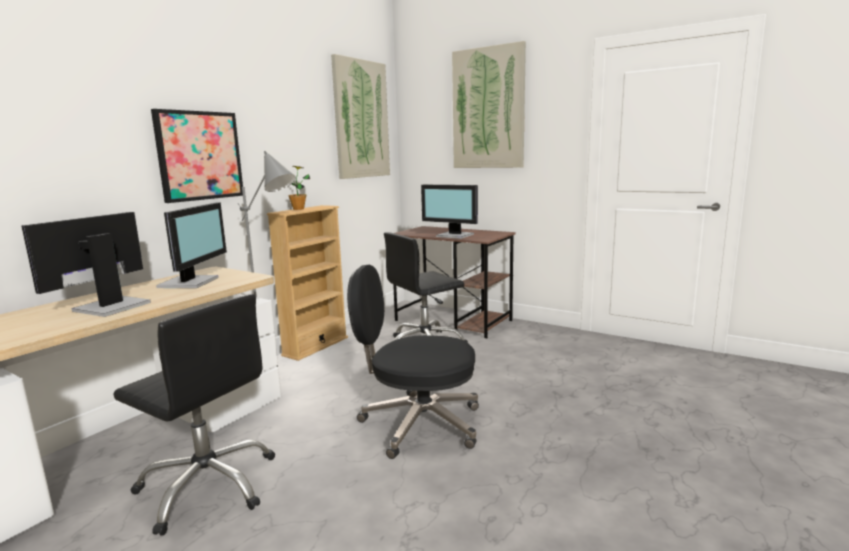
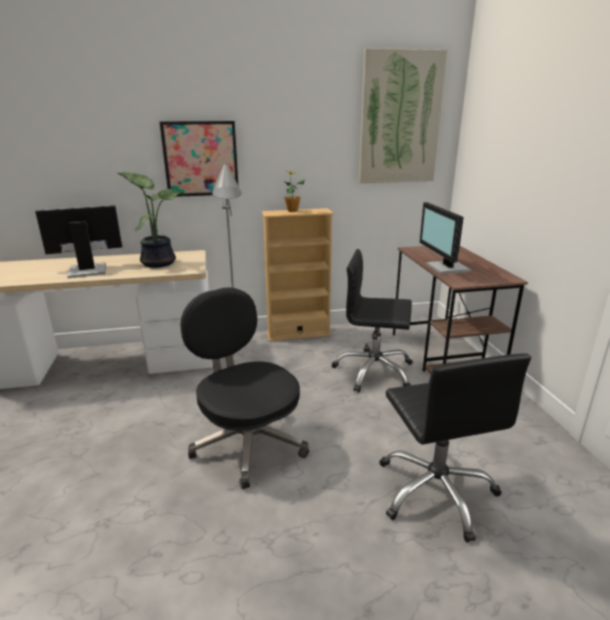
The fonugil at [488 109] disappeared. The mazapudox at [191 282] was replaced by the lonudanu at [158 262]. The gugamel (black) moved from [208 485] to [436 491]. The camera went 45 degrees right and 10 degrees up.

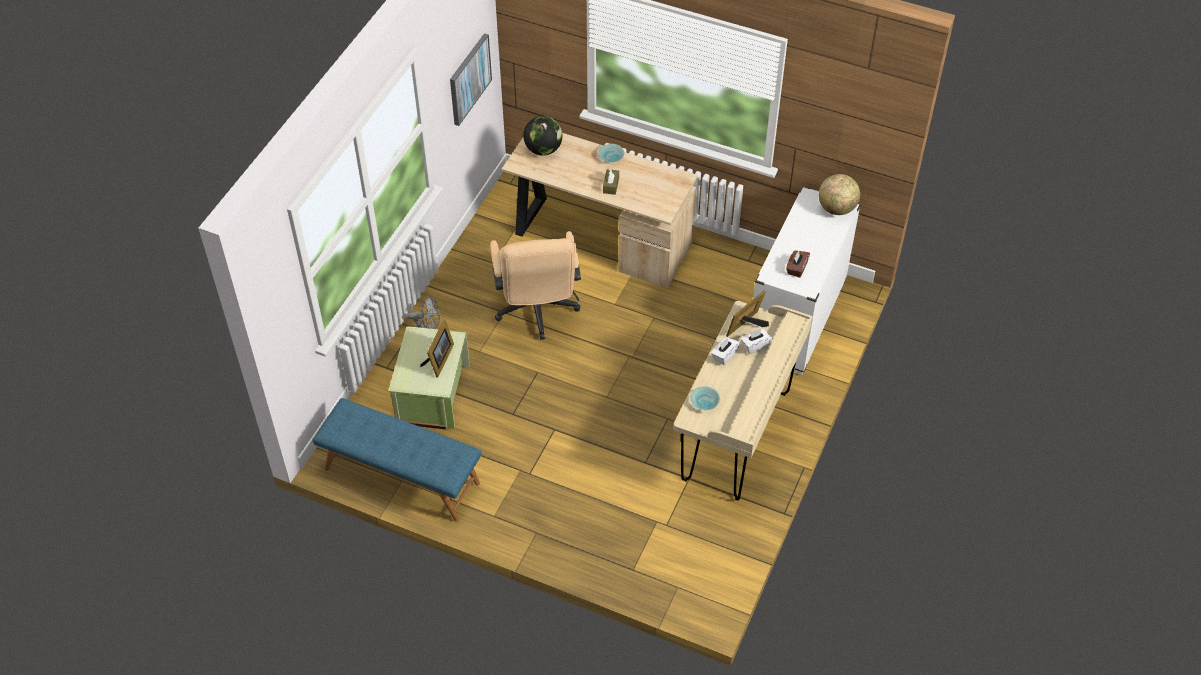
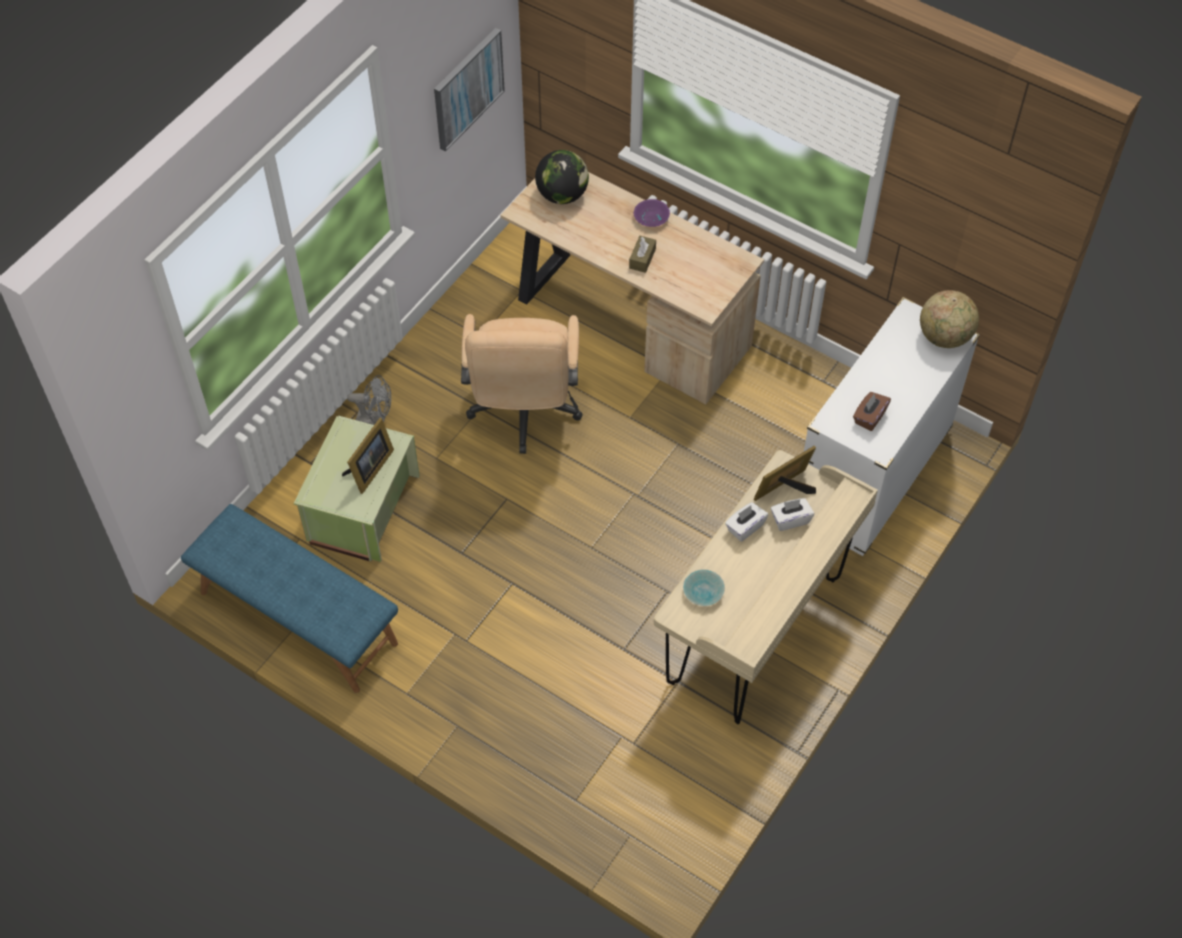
The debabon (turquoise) at [611 157] became the debabon (purple) at [652 219]. The camera went 10 degrees right and 5 degrees up.

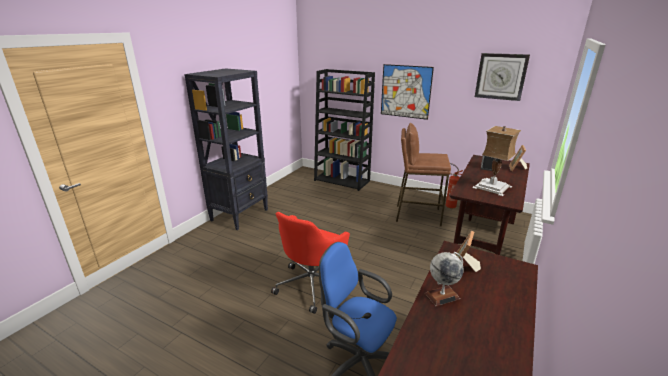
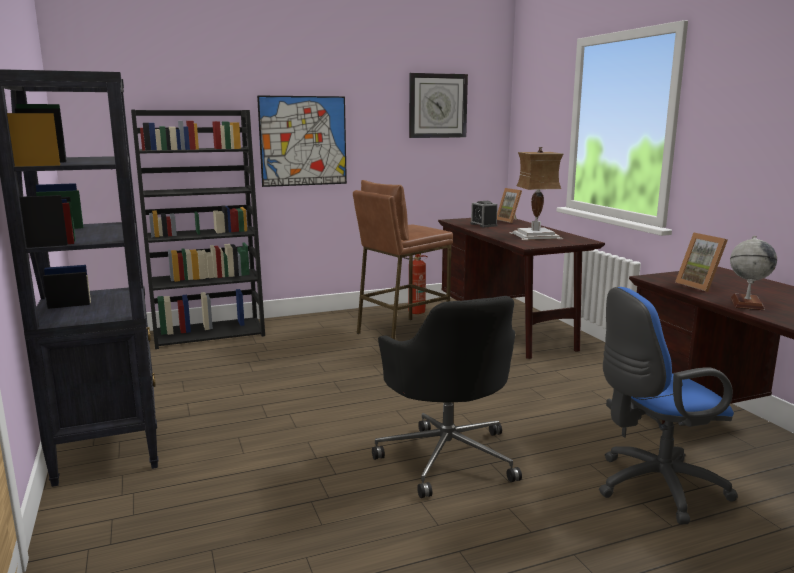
The gugamel (red) at [312 284] became the gugamel (black) at [447 456]. The camera went 50 degrees left and 10 degrees down.

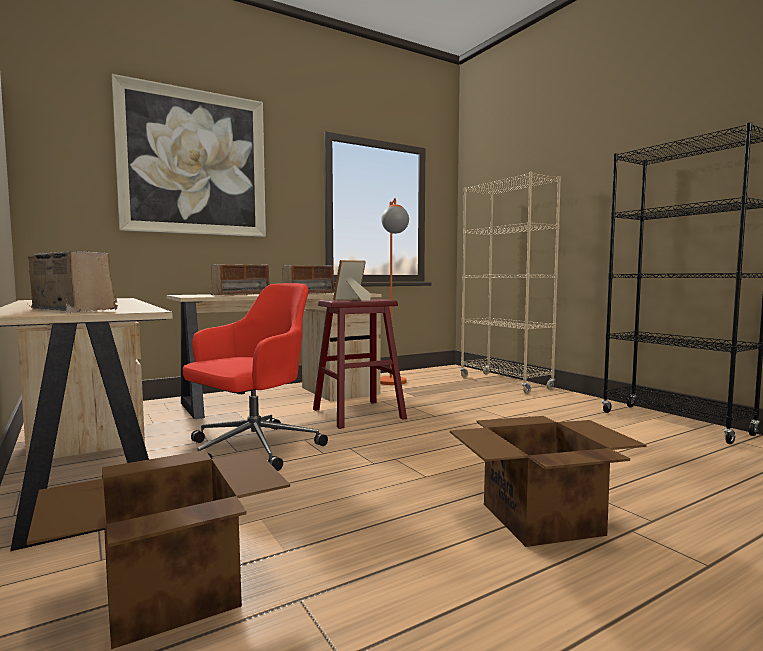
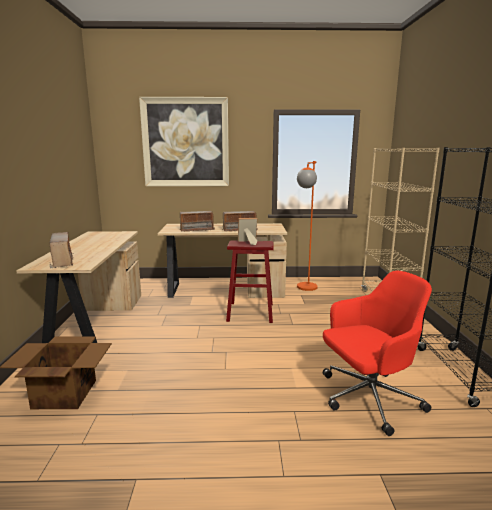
The gugamel (red) moved from [252 449] to [367 398]. The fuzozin at [539 518] disappeared. The camera went 30 degrees right and 10 degrees up.

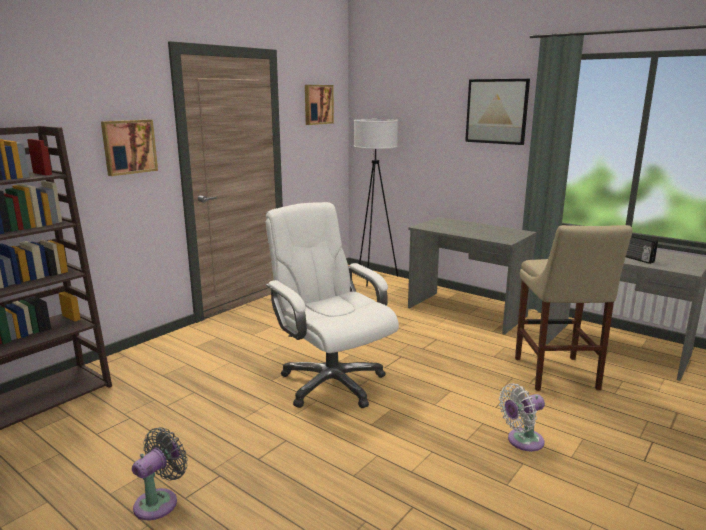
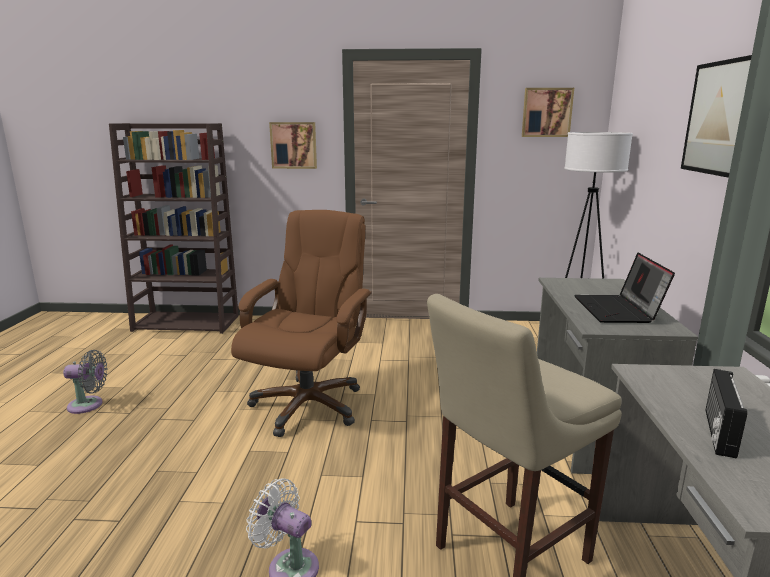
The gugamel (white) at [331 383] became the gugamel (brown) at [308 405]. The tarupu at [618 310] appeared. The camera went 55 degrees right and 0 degrees up.

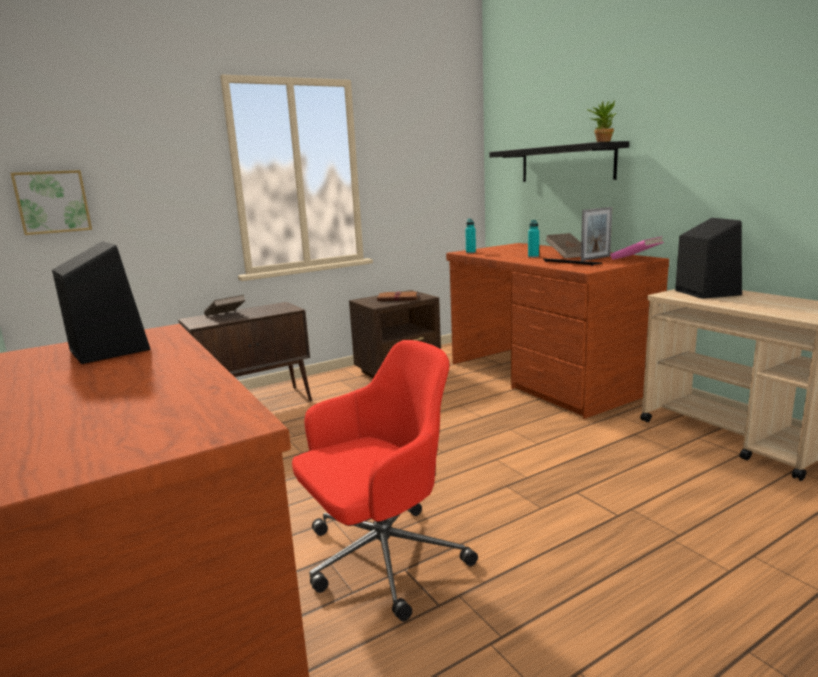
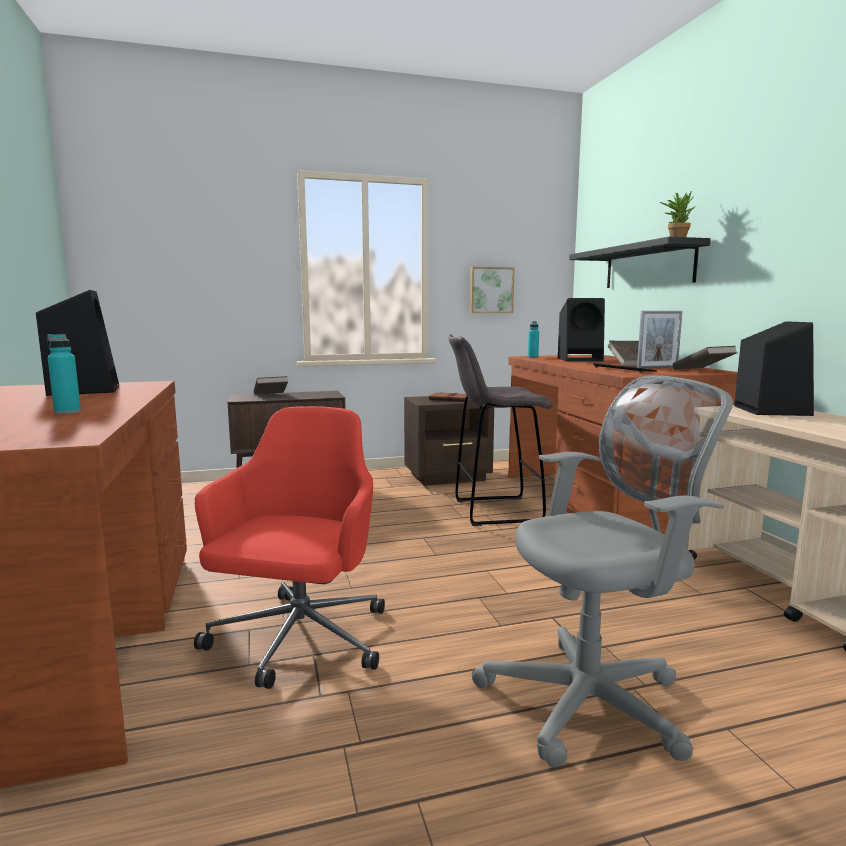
The fonugil moved from [52 202] to [491 290]. The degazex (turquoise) moved from [533 256] to [67 412]. The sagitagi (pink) at [636 259] became the sagitagi (brown) at [702 371]. The gugamel (red) at [381 559] turned 60 degrees counterclockwise. The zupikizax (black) at [581 359] appeared. The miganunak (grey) at [494 511] appeared. The gugamel (grey) at [593 701] appeared. The camera went 15 degrees right and 5 degrees down.

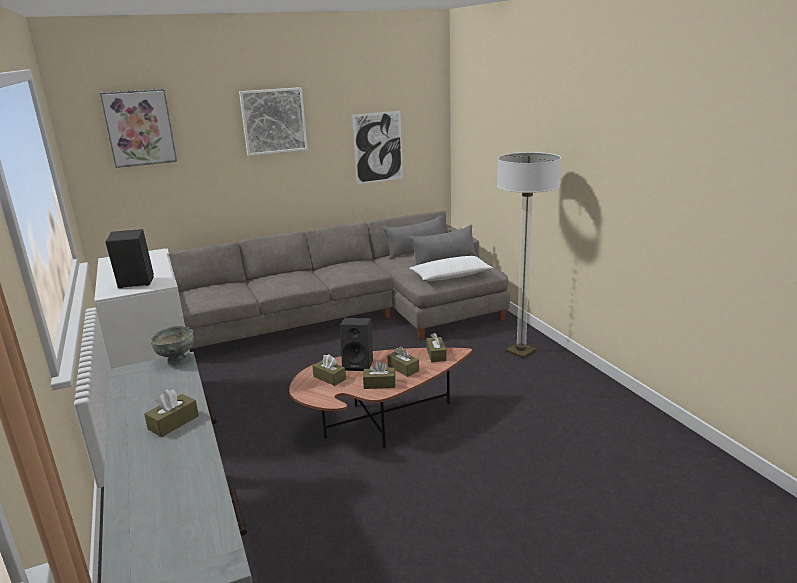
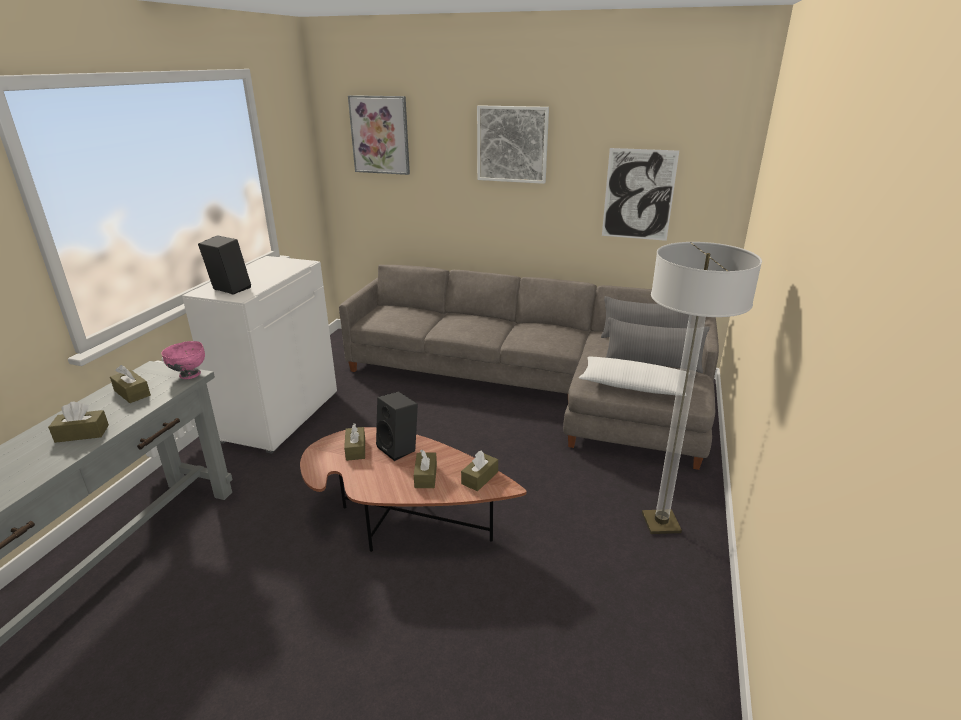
The debabon (grey) at [177 360] became the debabon (pink) at [189 375]. The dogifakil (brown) moved from [379 384] to [132 393]. The camera went 40 degrees right and 5 degrees up.

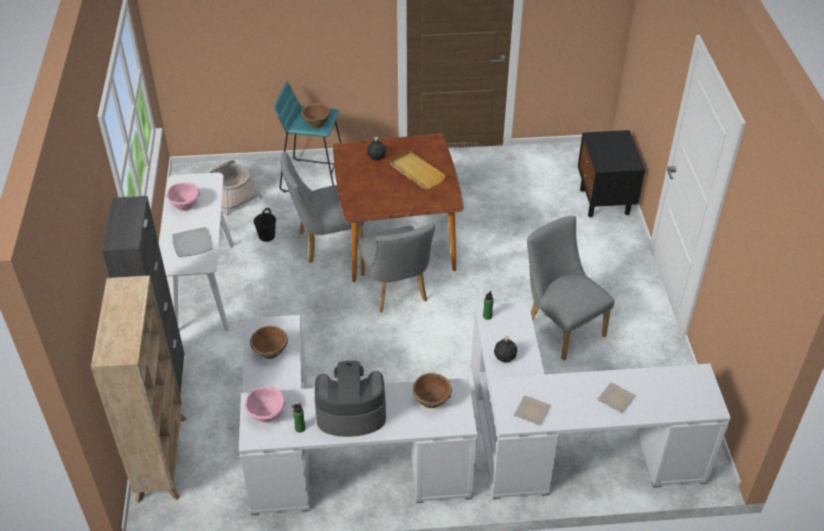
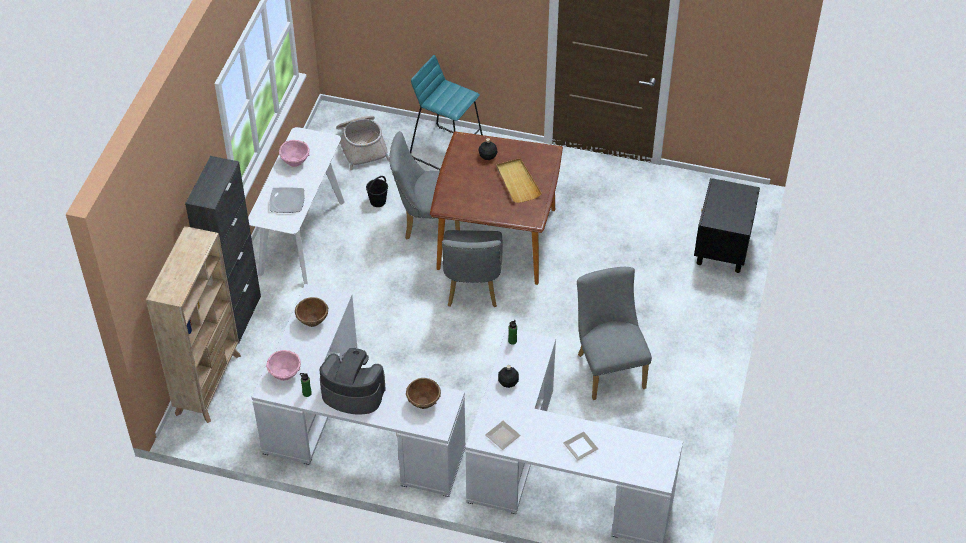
The debabon (brown) at [316 124] disappeared. The camera went 20 degrees right and 5 degrees up.

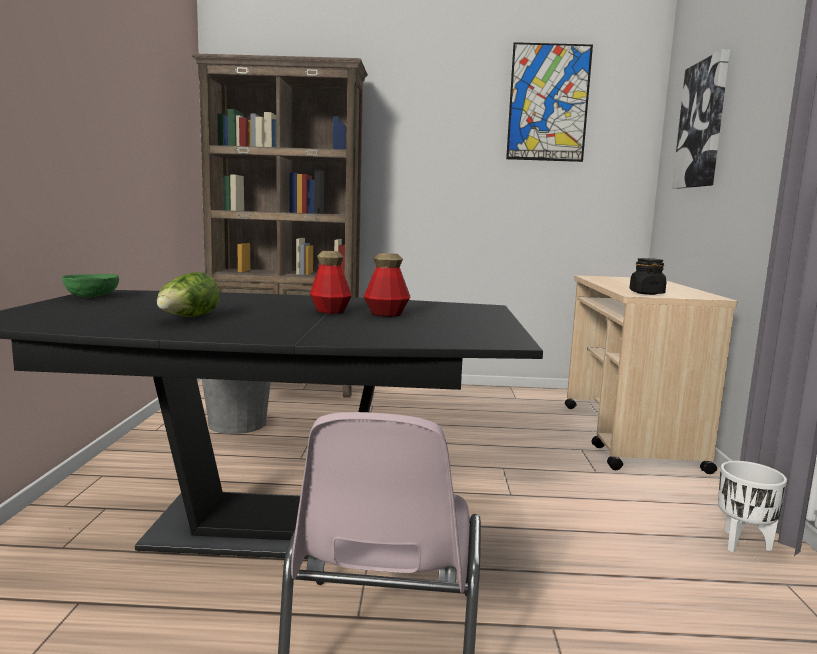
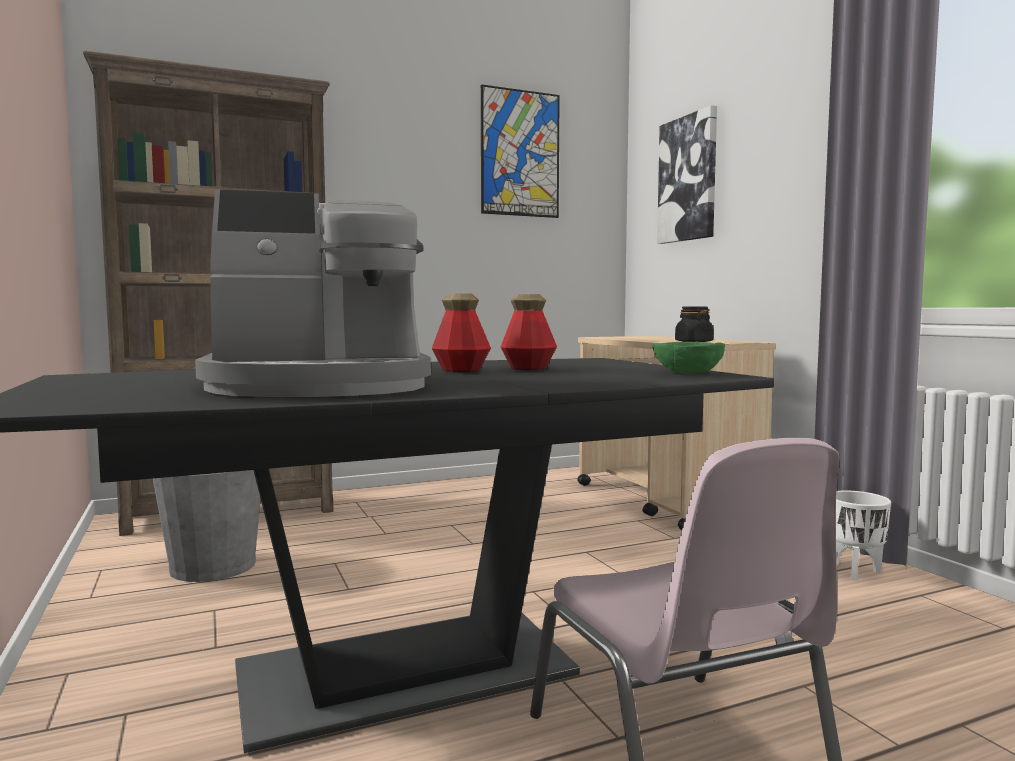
The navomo at [188 318] was replaced by the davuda at [321 385]. The debabon (green) moved from [92 297] to [688 373]. The camera went 25 degrees left and 5 degrees down.

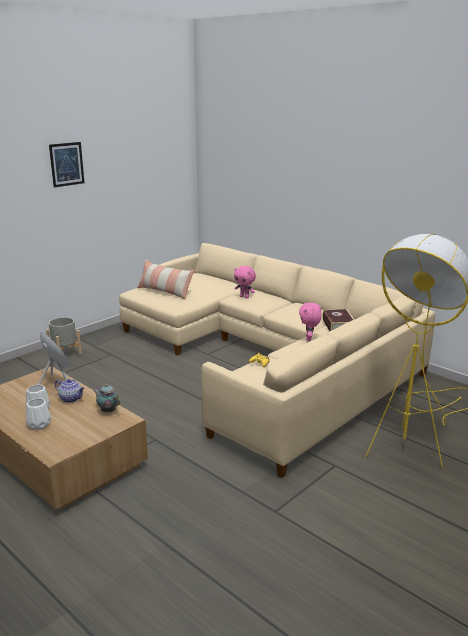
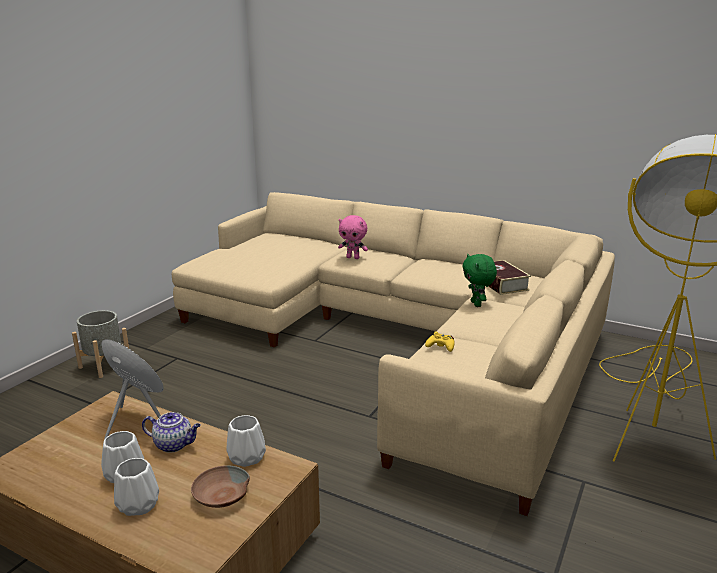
The fonugil at [66 164] disappeared. The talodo at [165 292] disappeared. The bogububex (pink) at [309 339] became the bogububex (green) at [477 304]. The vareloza at [108 411] was replaced by the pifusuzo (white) at [247 457]. The debabon (brown) at [221 496] appeared. The camera went 15 degrees left and 0 degrees up.

